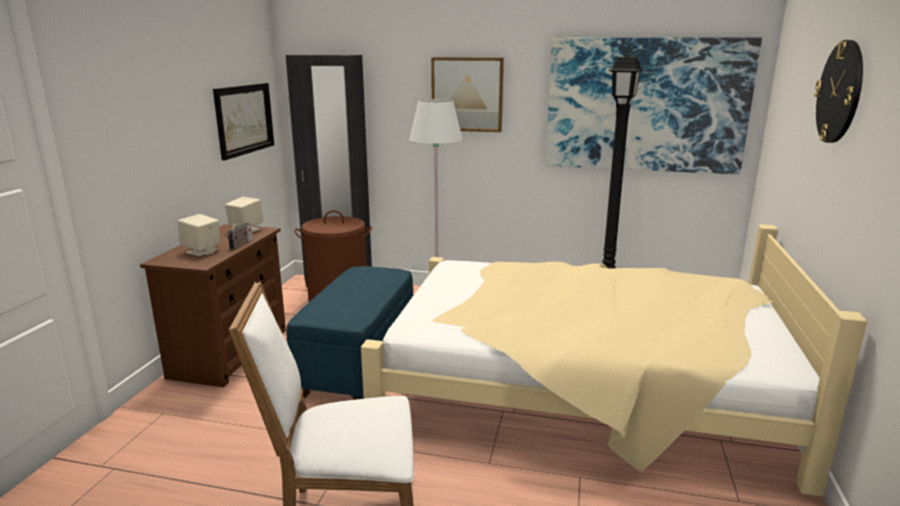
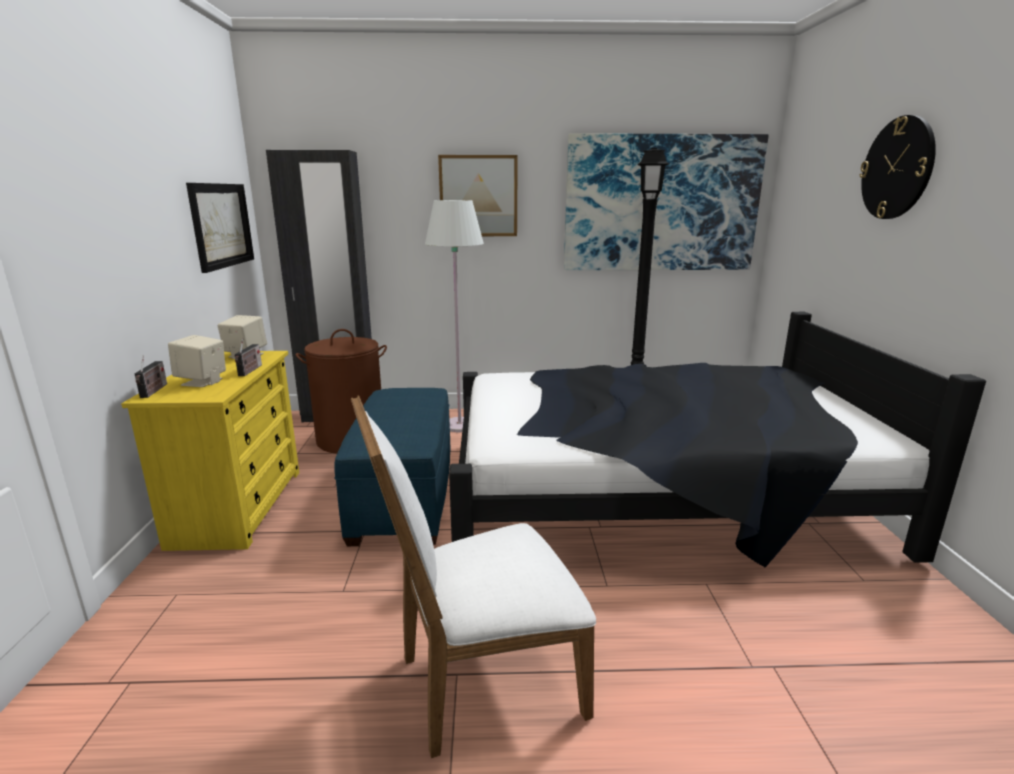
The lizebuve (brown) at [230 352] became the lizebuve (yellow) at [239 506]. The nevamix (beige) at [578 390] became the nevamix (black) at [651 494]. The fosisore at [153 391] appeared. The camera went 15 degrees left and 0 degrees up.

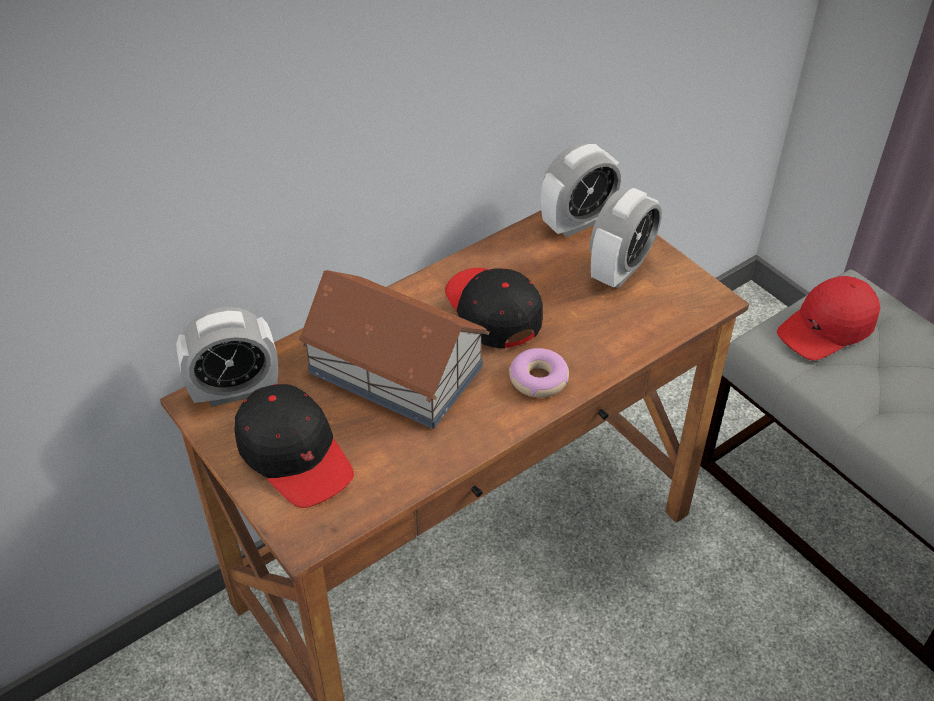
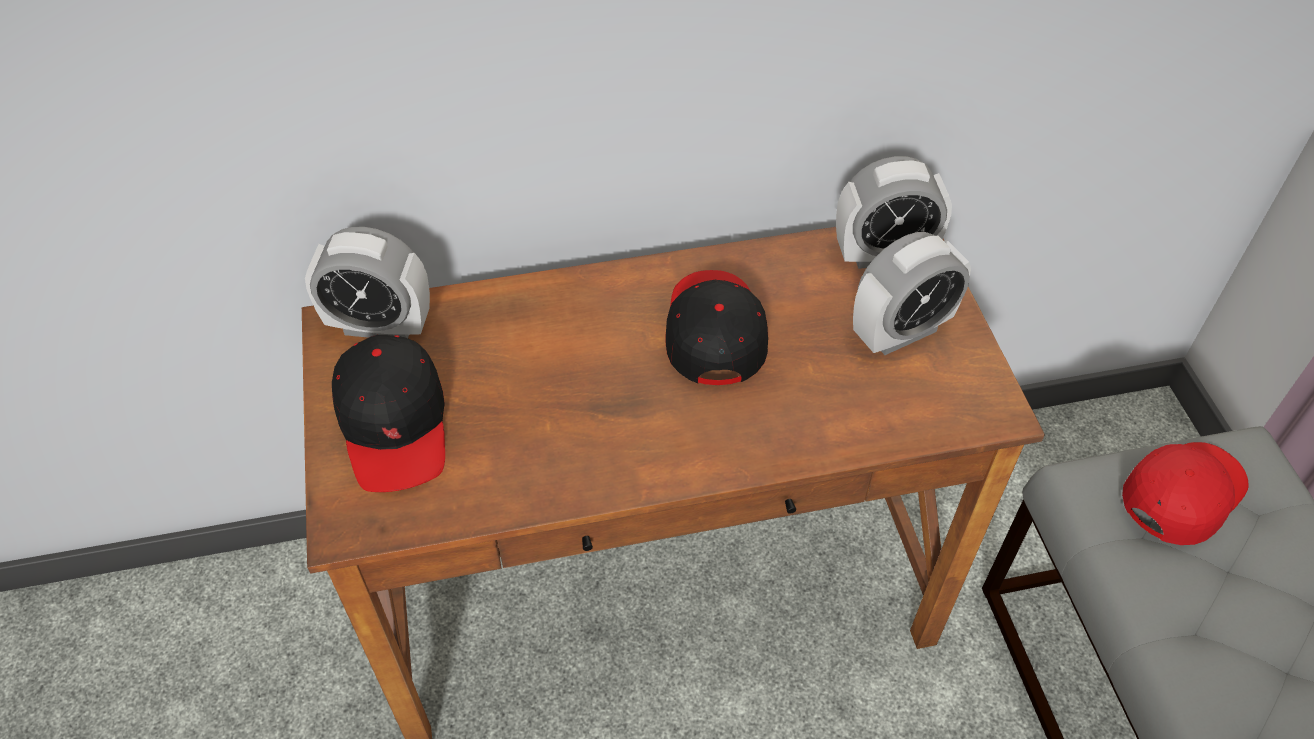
The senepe at [394 367] disappeared. The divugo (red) at [827 328] turned 150 degrees clockwise. The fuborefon at [538 379] disappeared. The camera went 25 degrees right and 5 degrees up.

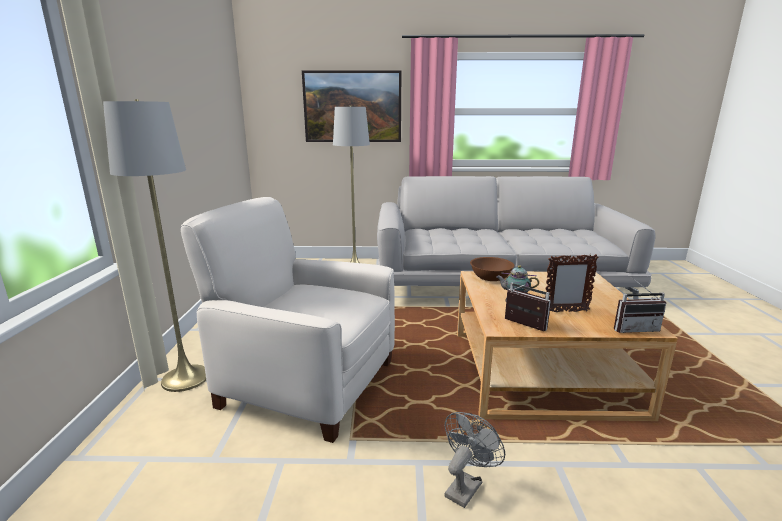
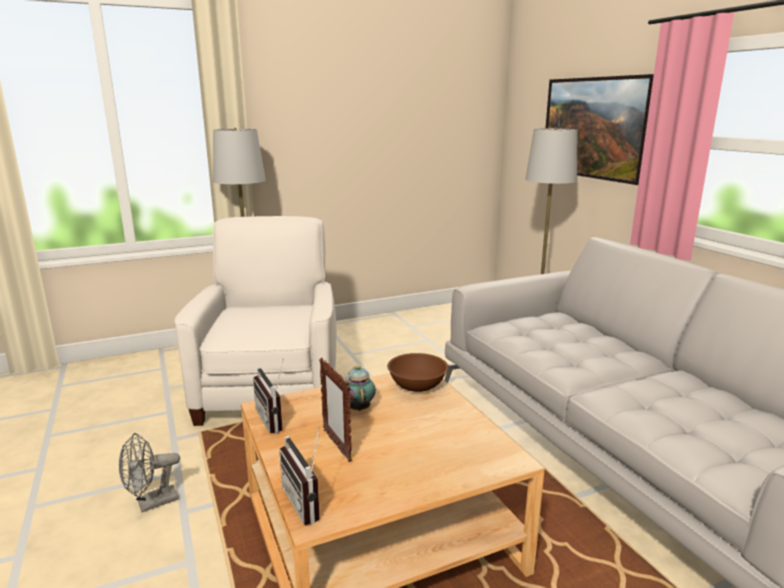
The fosisore at [522 326] turned 135 degrees clockwise. The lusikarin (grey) at [466 485] turned 135 degrees clockwise. The camera went 65 degrees right and 0 degrees up.

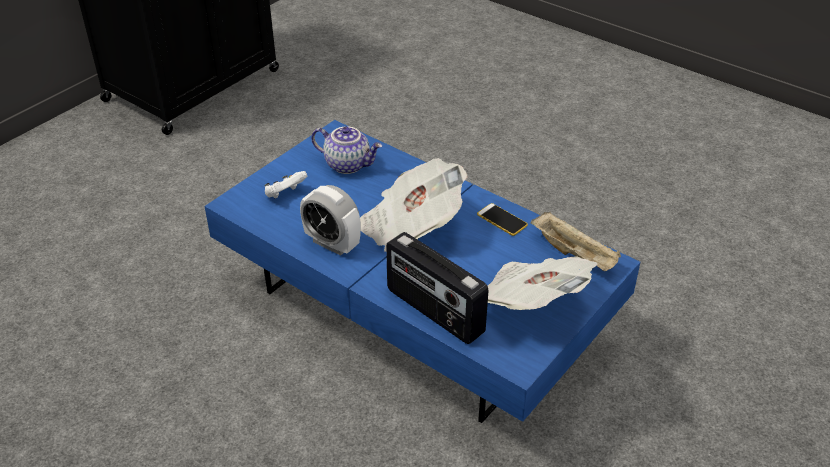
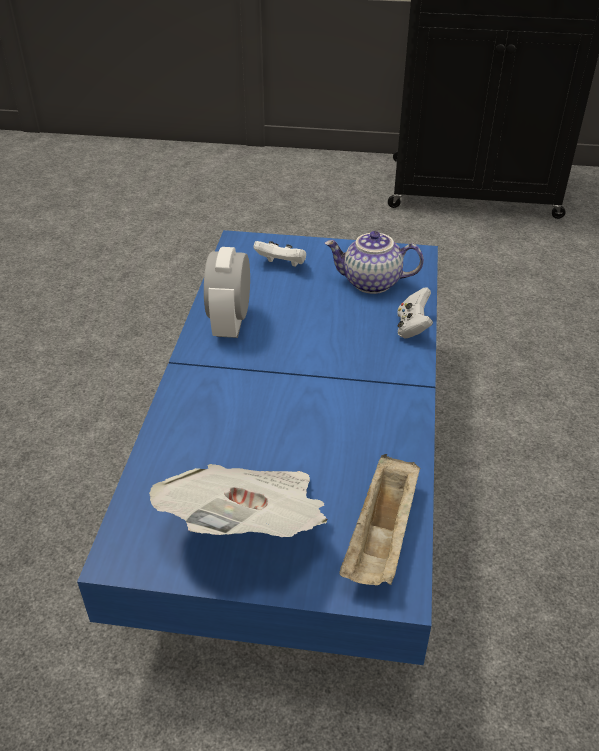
The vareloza at [348 164] turned 105 degrees clockwise. The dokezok at [411 226] disappeared. The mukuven at [502 220] disappeared. The fosisore at [434 312] disappeared. The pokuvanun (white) at [412 327] appeared. The camera went 60 degrees right and 0 degrees up.

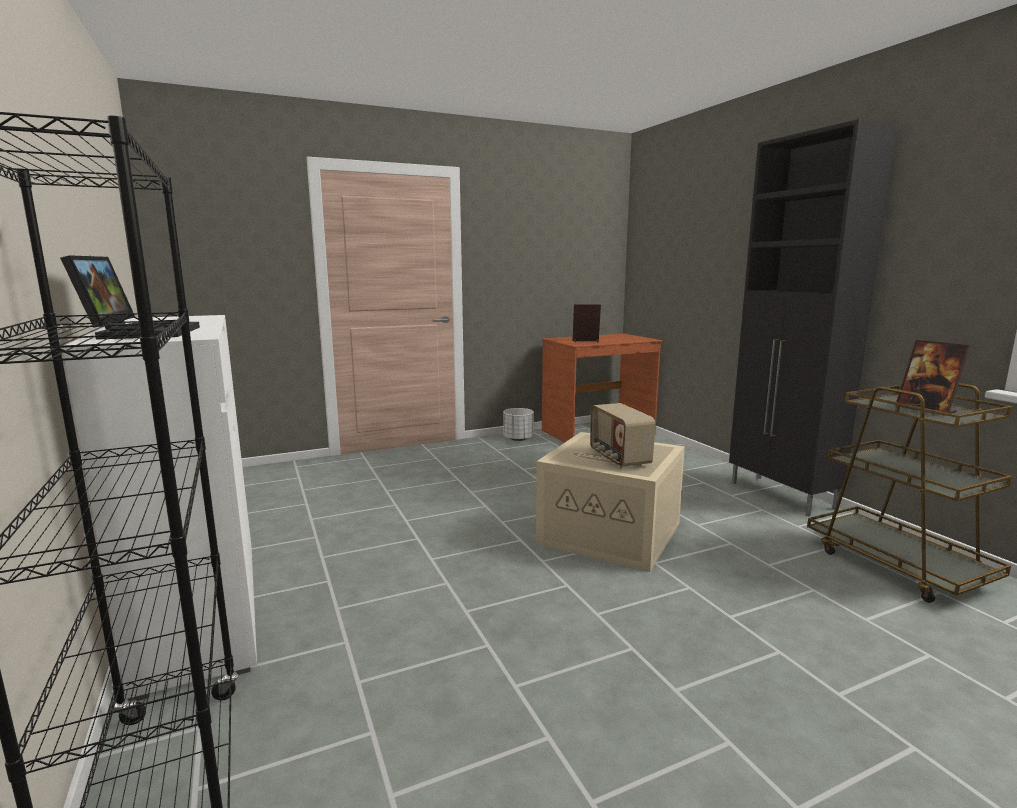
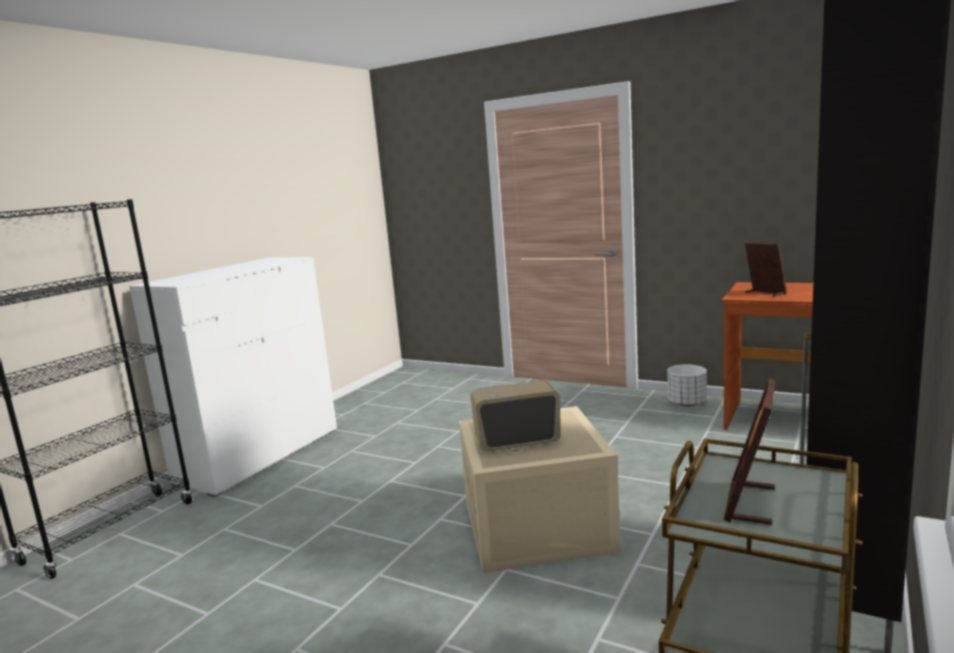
The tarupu at [140 333] disappeared. The fosisore at [618 458] turned 45 degrees clockwise. The camera went 55 degrees right and 0 degrees up.

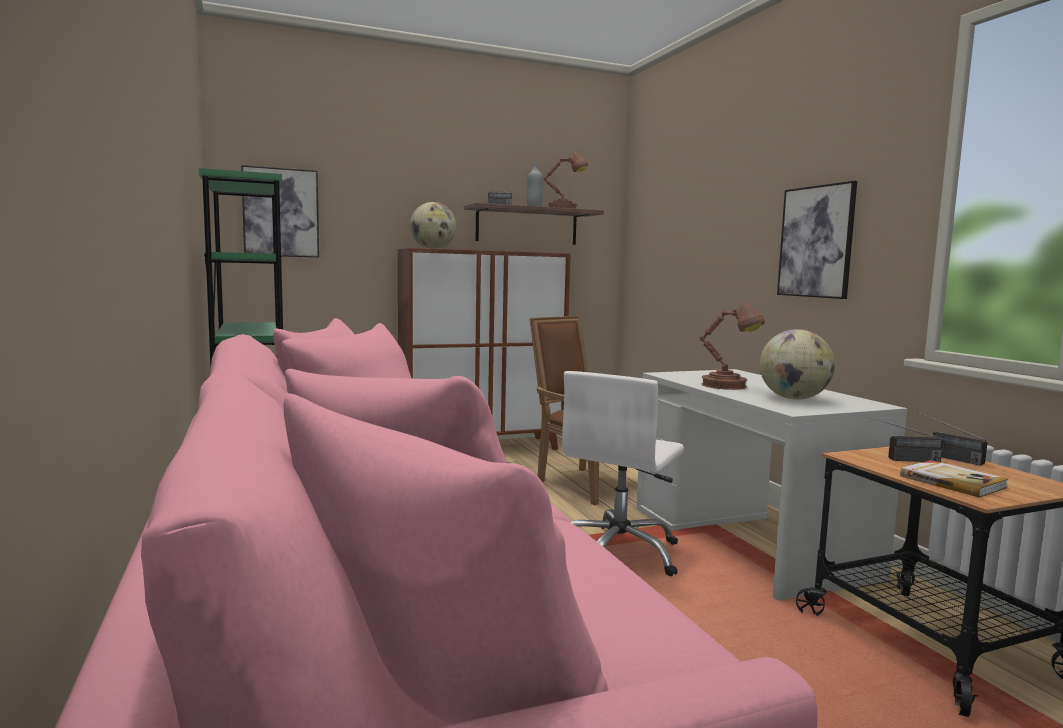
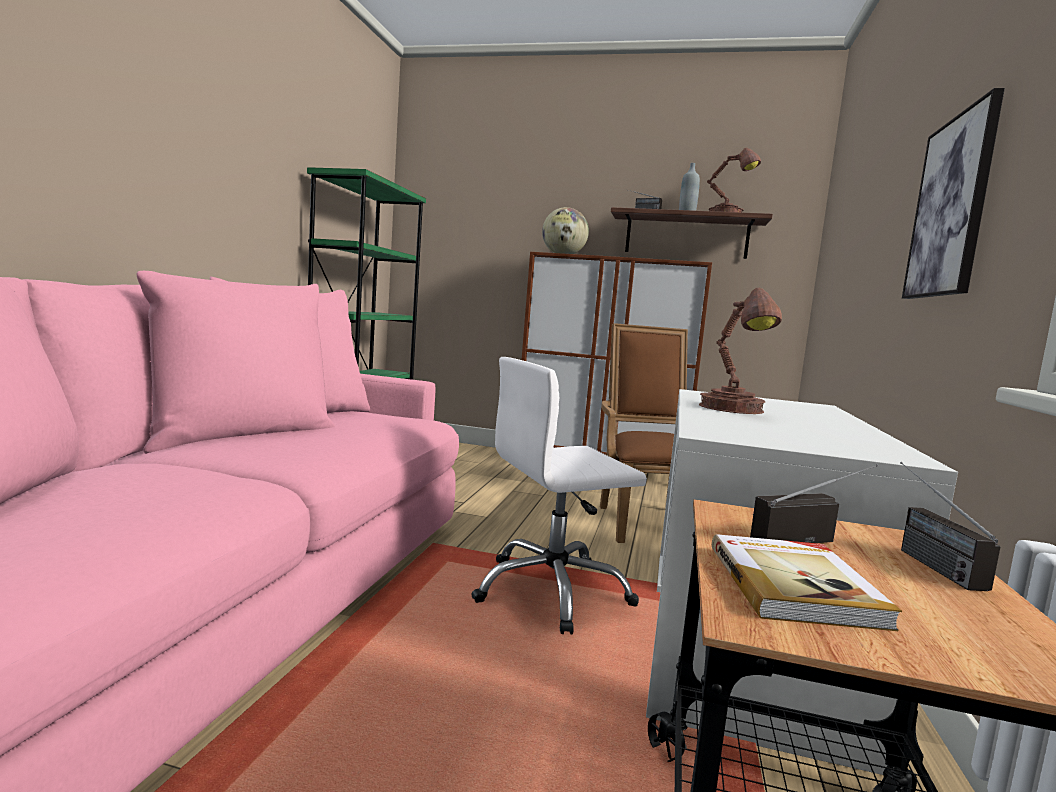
The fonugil at [281 212] disappeared. The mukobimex at [794 399] disappeared. The fosisore at [902 460] turned 120 degrees clockwise. The camera went 35 degrees right and 0 degrees up.

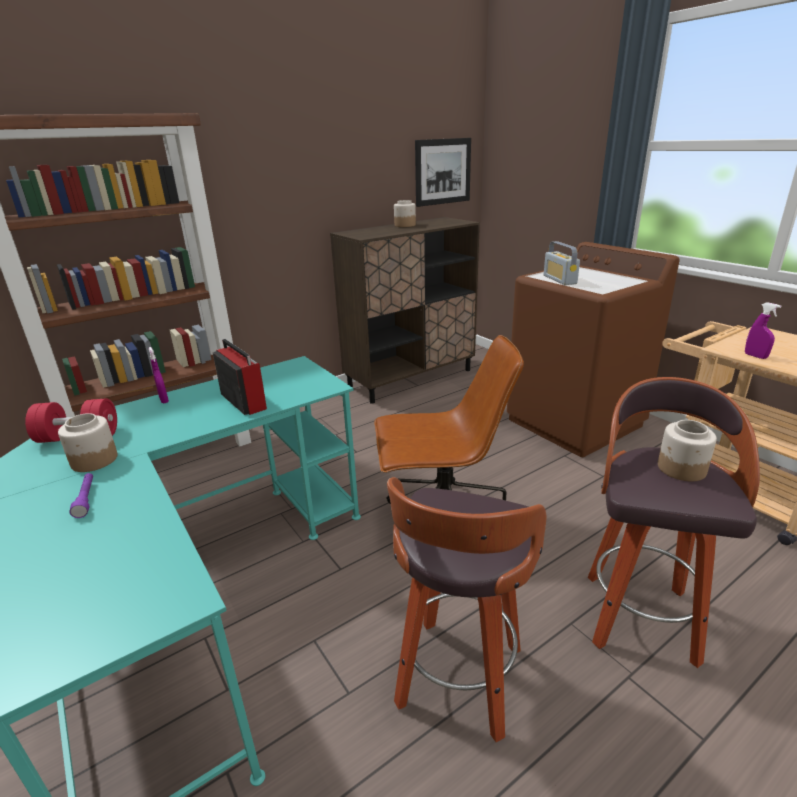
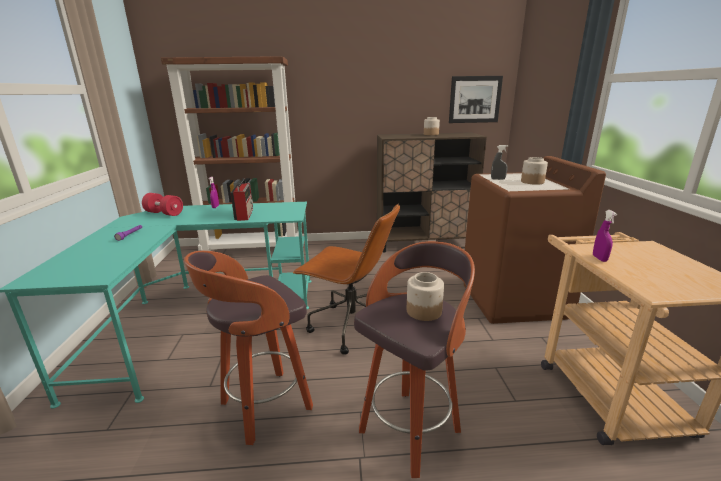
The fosisore at [559 279] was replaced by the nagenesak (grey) at [498 179]. The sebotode moved from [94 460] to [532 182]. The camera went 30 degrees right and 5 degrees down.

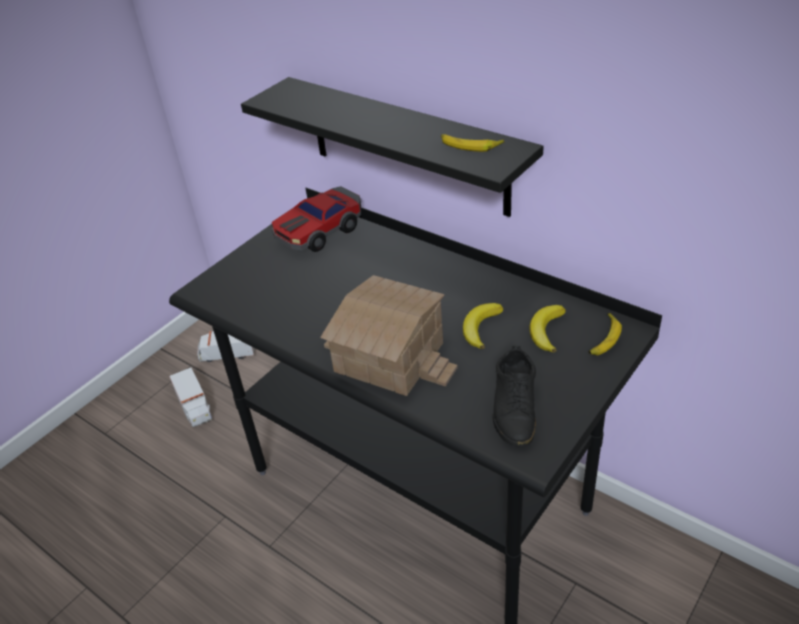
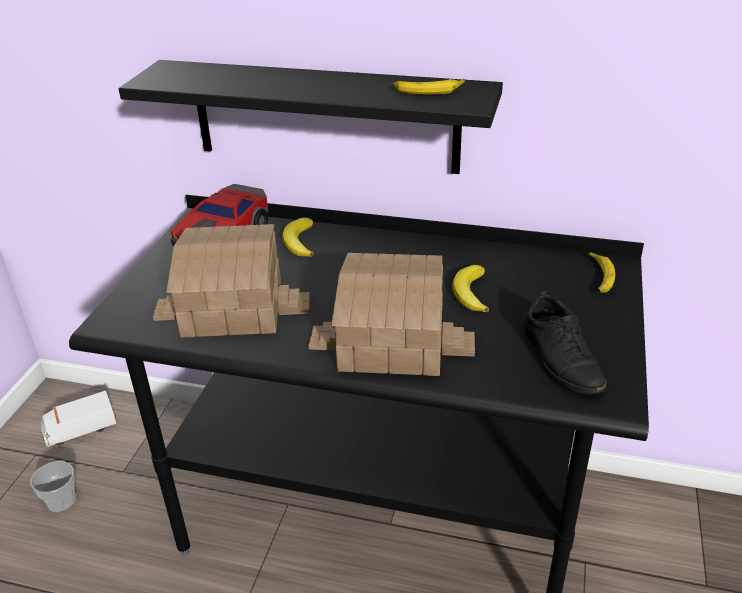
The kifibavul moved from [546 331] to [299 242]. The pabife at [194 406] was replaced by the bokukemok at [61 501]. The senepe at [232 309] appeared. The camera went 25 degrees left and 5 degrees down.

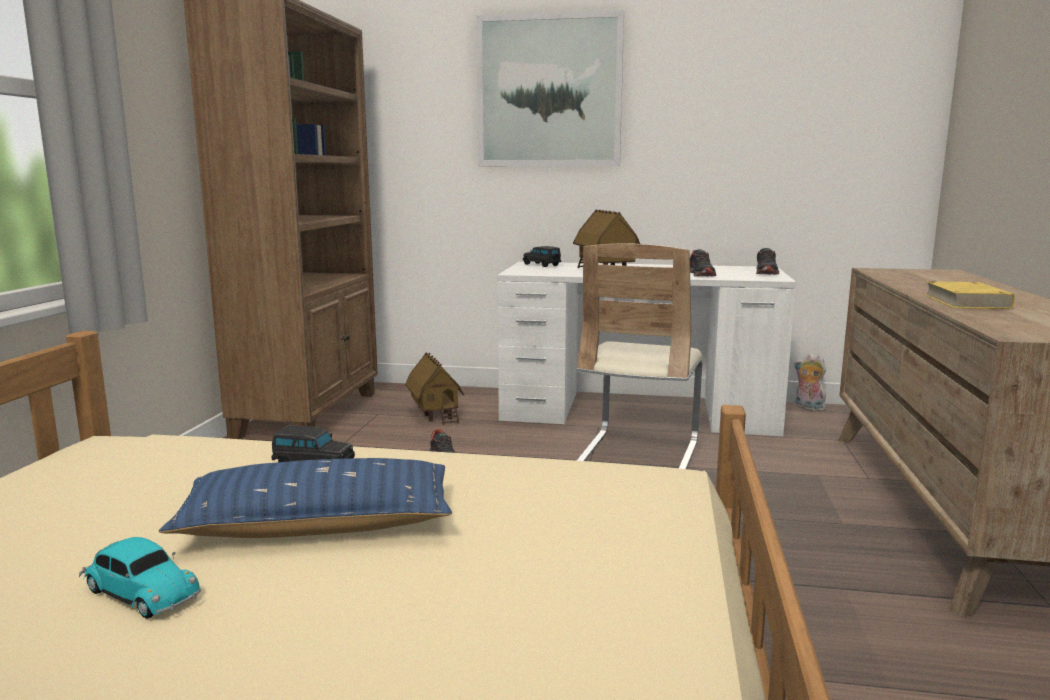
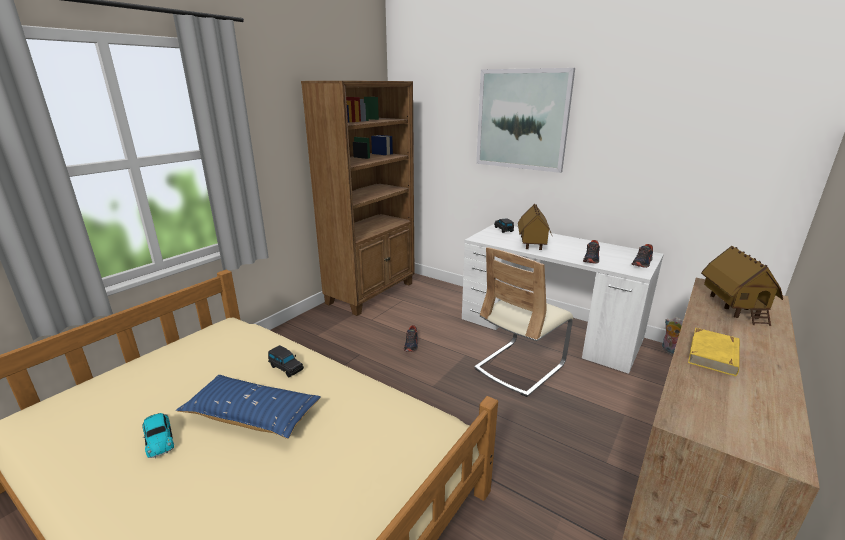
The senepe moved from [435 414] to [733 307]. The camera went 25 degrees right and 10 degrees up.

